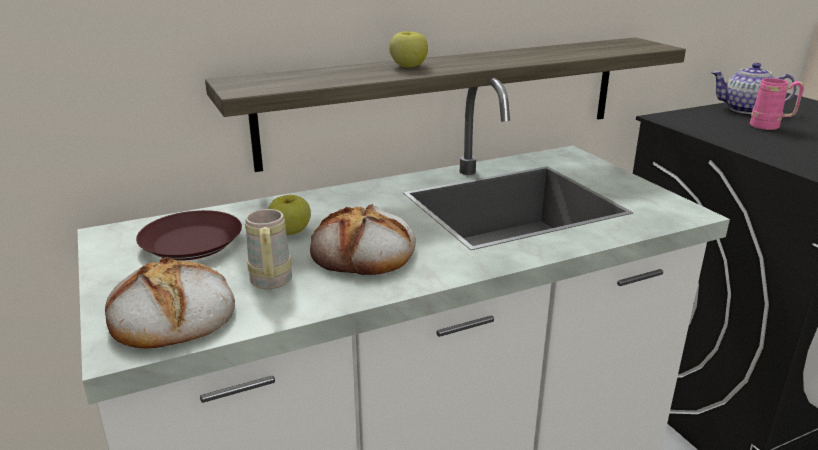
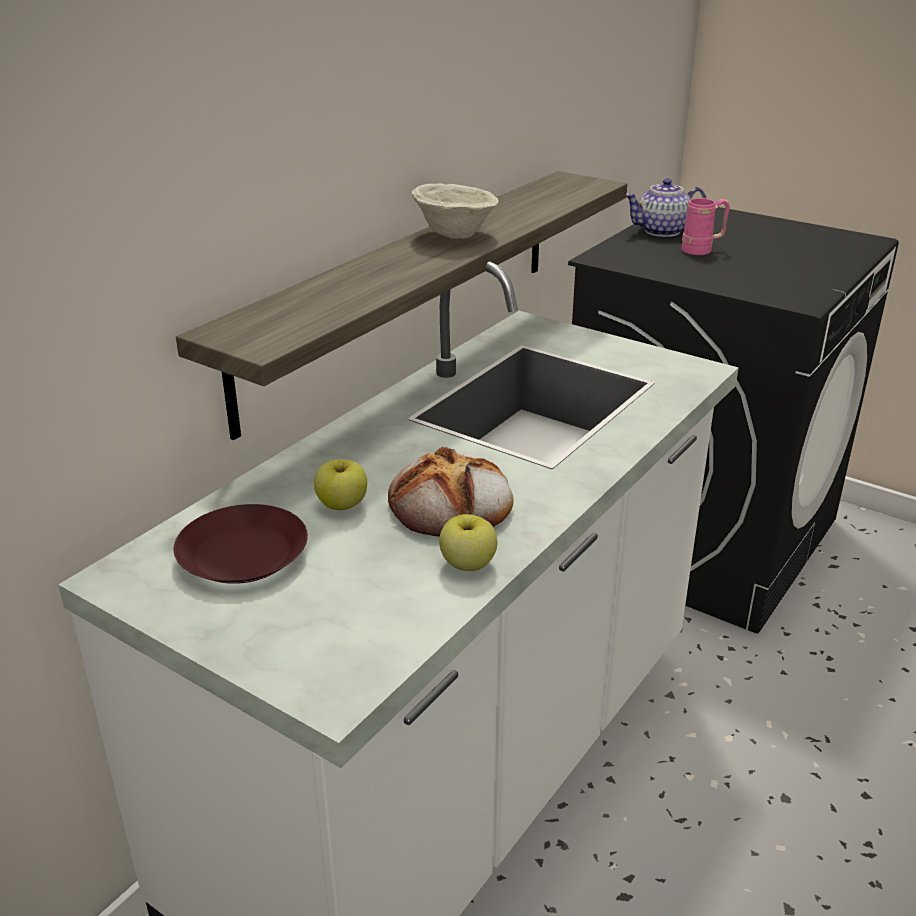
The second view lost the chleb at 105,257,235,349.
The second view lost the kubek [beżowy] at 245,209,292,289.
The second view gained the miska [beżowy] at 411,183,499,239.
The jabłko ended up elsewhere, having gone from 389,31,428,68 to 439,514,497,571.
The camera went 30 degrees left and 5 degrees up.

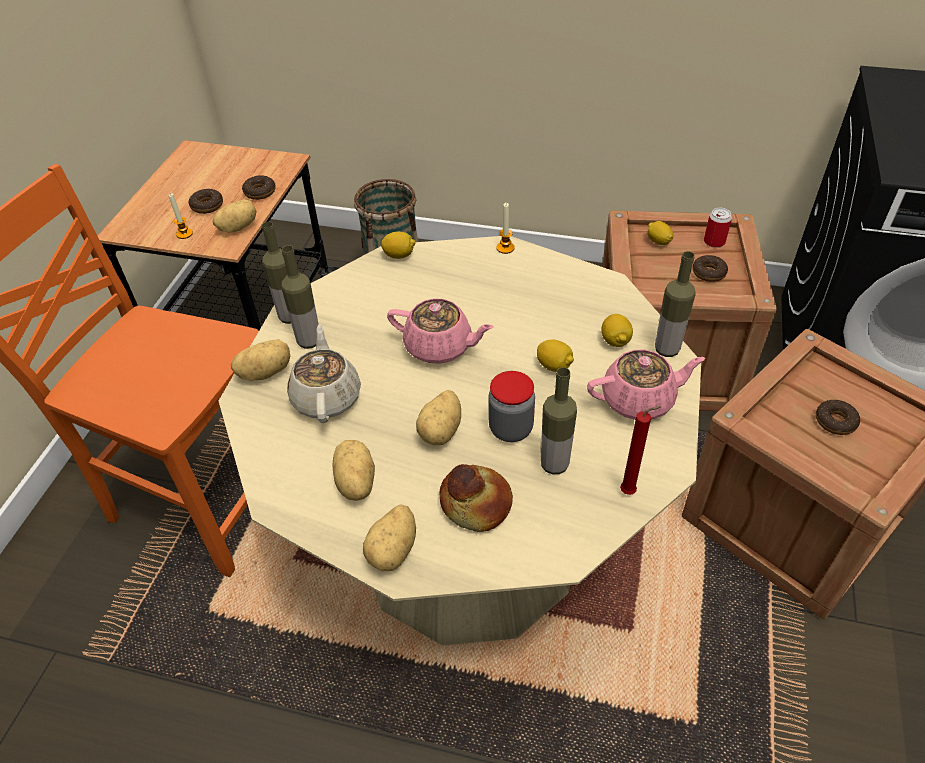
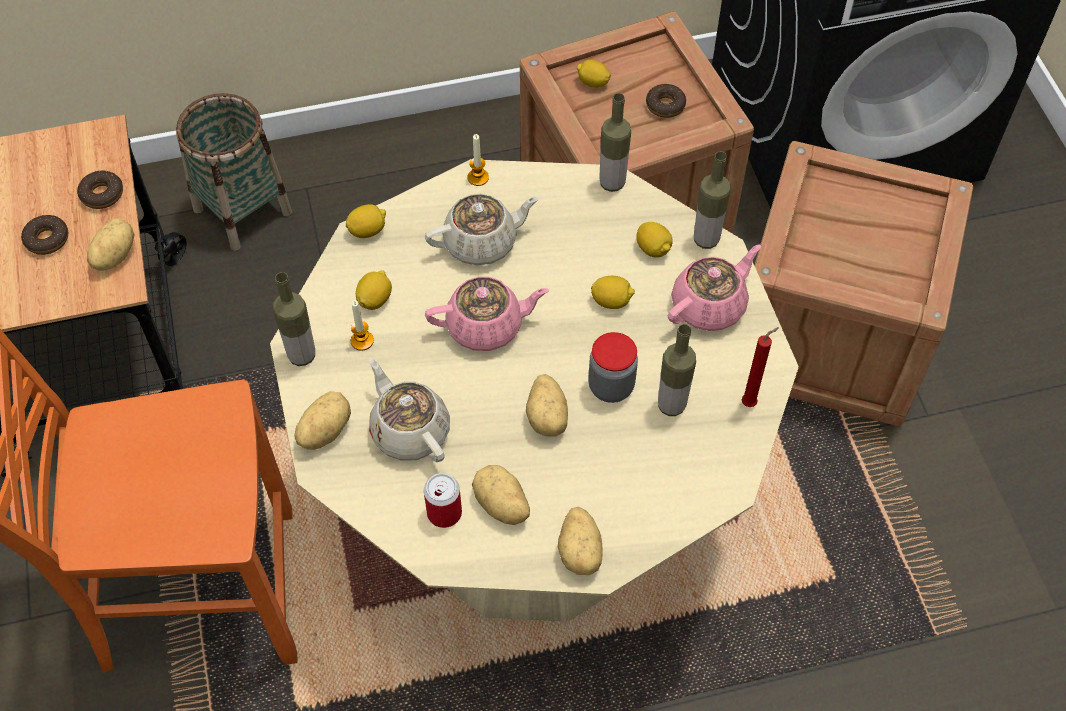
The second view lost the chleb at 440,464,513,532.
The second view lost the donut at 816,400,860,435.
The second view gained the cytryna at 356,270,392,310.
The second view gained the imbryk [beżowy] at 425,194,539,265.
The świeca ended up elsewhere, having gone from 169,193,193,239 to 351,300,374,351.
The butelka ended up elsewhere, having gone from 282,245,319,349 to 599,93,631,192.
The puszka ended up elsewhere, having gone from 704,208,732,248 to 424,473,462,528.
The camera went 30 degrees left and 10 degrees up.

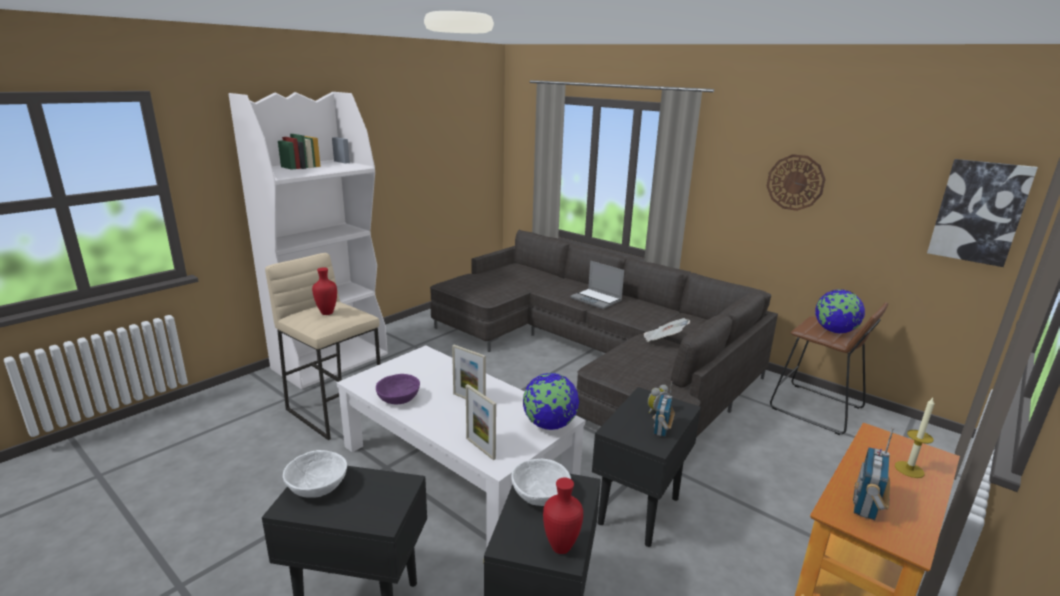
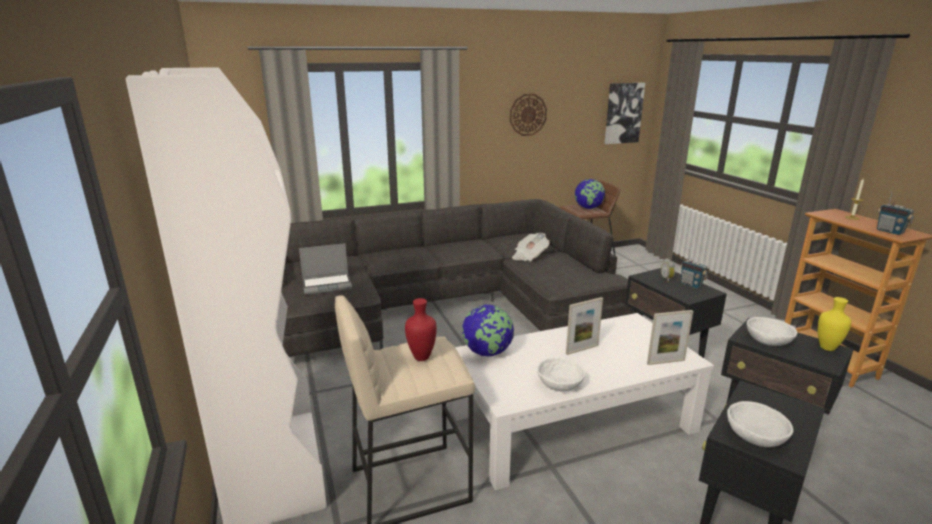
The globus ended up elsewhere, having gone from 523,372,579,430 to 462,304,514,356.
The laptop ended up elsewhere, having gone from 570,260,624,309 to 299,243,352,295.
What was the miska [fioletowy] at 376,374,420,404 turned into the miska [biały] at 537,356,585,392.
What was the wazon [czerwony] at 543,477,583,554 turned into the wazon [żółty] at 818,297,851,351.
The camera went 60 degrees left and 0 degrees up.

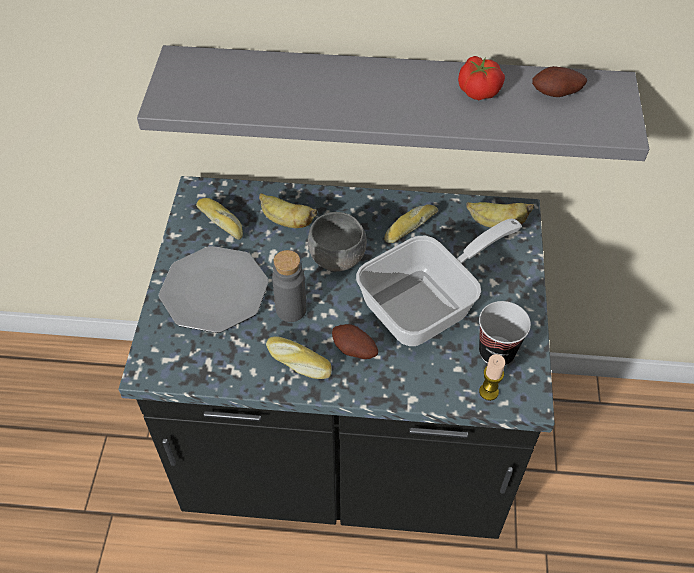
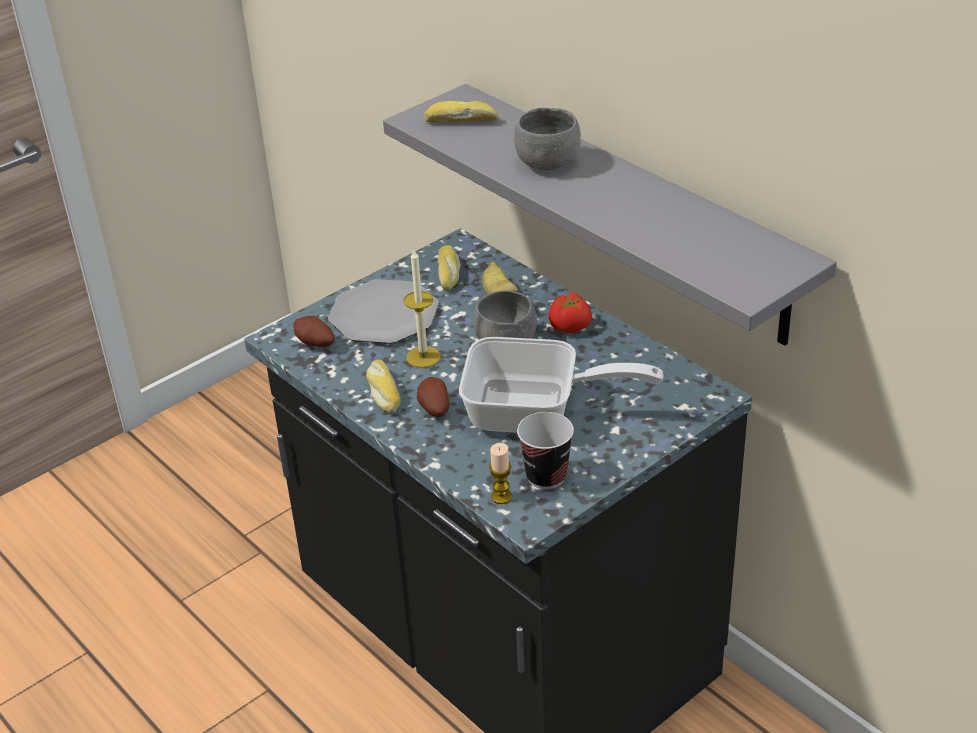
The second view lost the banan at 466,202,534,228.
The second view gained the miska [szary] at 514,108,581,170.
The chleb ended up elsewhere, having gone from 384,204,438,243 to 424,101,498,123.
The pomidor ended up elsewhere, having gone from 458,56,505,100 to 548,293,592,333.
The ziemniak ended up elsewhere, having gone from 532,66,587,97 to 293,316,335,347.
Where the butelka [szary] stood at 272,250,307,322, the świeca came to stand at 404,250,441,368.
The camera went 45 degrees right and 15 degrees down.

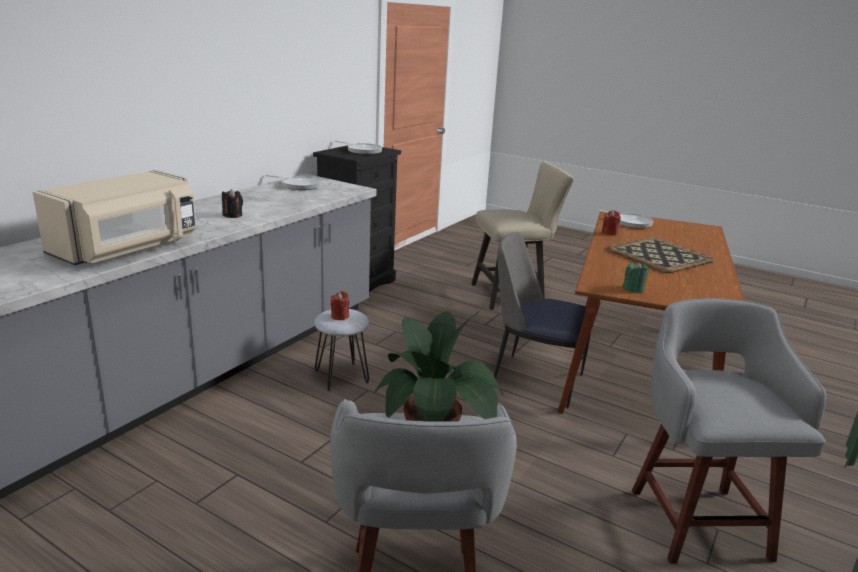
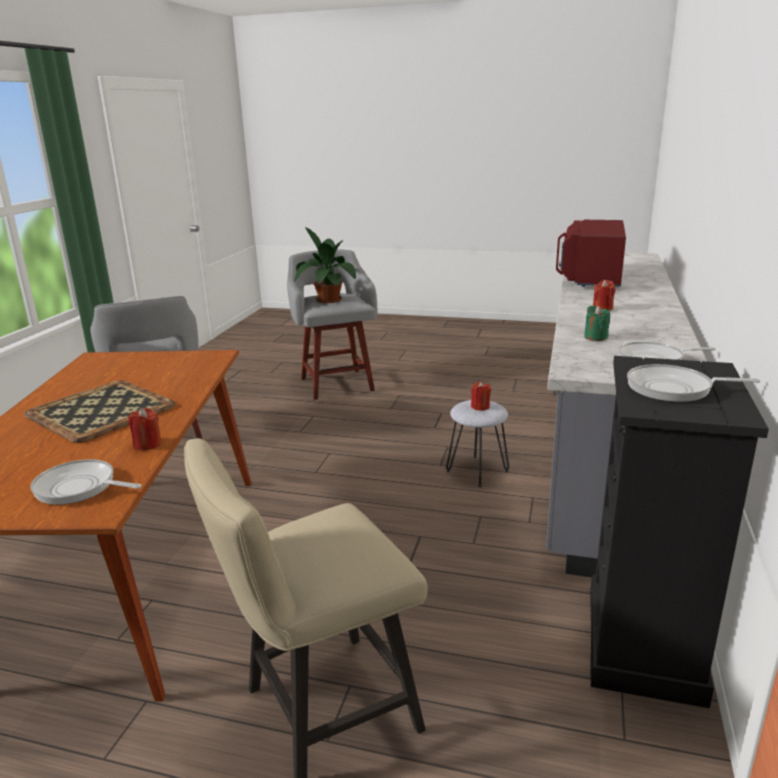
The second view lost the krzesło at 491,232,591,408.
The świeca [zielony] ended up elsewhere, having gone from 623,262,649,293 to 584,305,610,341.
What was the mikrofalówka [beżowy] at 33,170,196,265 turned into the mikrofalówka [czerwony] at 556,220,626,287.
What was the świeca [czarny] at 222,189,243,218 turned into the świeca [czerwony] at 593,280,616,311.
The camera went 165 degrees right and 0 degrees up.

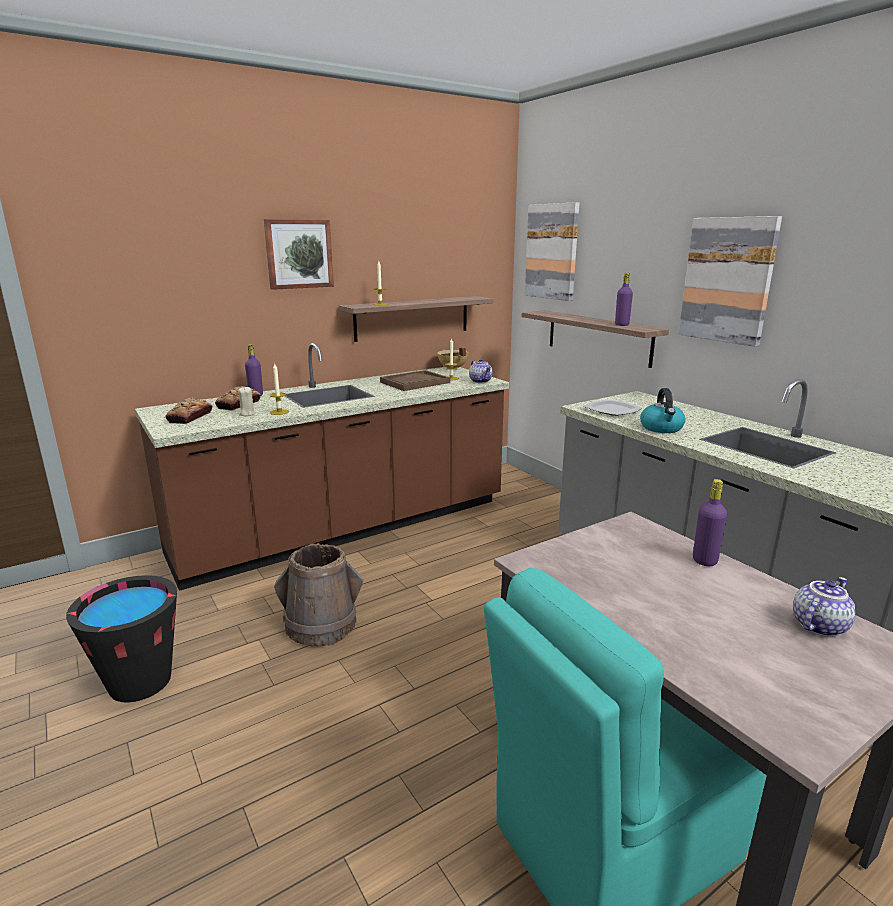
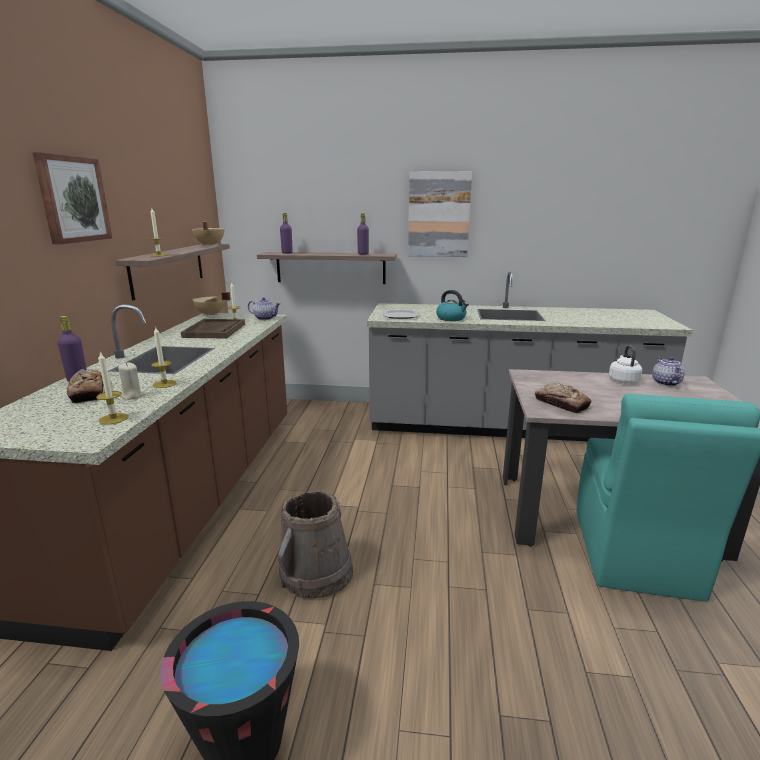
The second view lost the obraz at 525,202,579,301.
The second view gained the świeca at 96,352,128,425.
The second view gained the garnek [beżowy] at 192,222,224,246.
The second view gained the czajnik [biały] at 609,345,642,384.
The chleb ended up elsewhere, having gone from 165,397,212,424 to 535,383,592,413.
The butelka [fioletowy] ended up elsewhere, having gone from 693,479,727,566 to 280,213,293,254.
The camera went 50 degrees left and 0 degrees up.

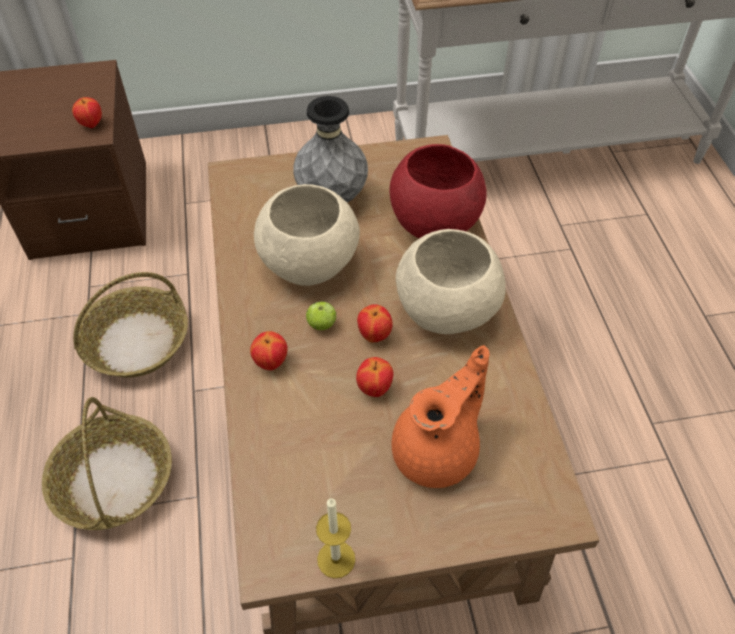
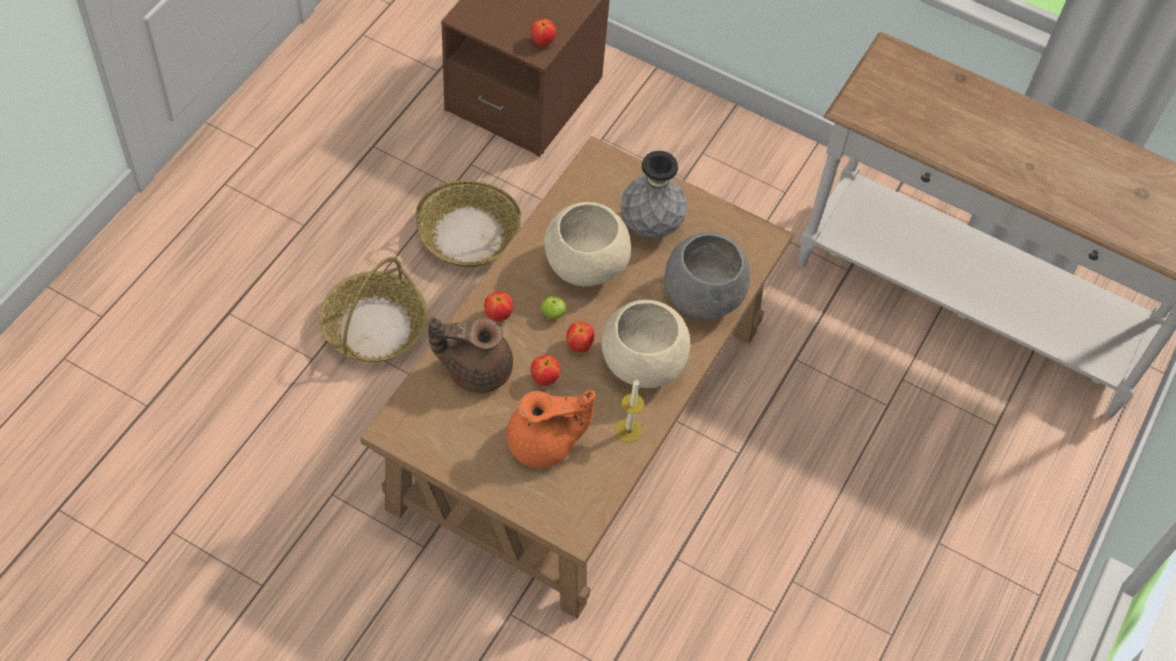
The second view gained the imbryk [brązowy] at 428,317,513,393.
The świeca ended up elsewhere, having gone from 316,498,355,579 to 615,379,645,443.
What was the miska [czerwony] at 389,144,487,238 turned into the miska [szary] at 664,232,750,319.
The camera went 35 degrees right and 5 degrees up.

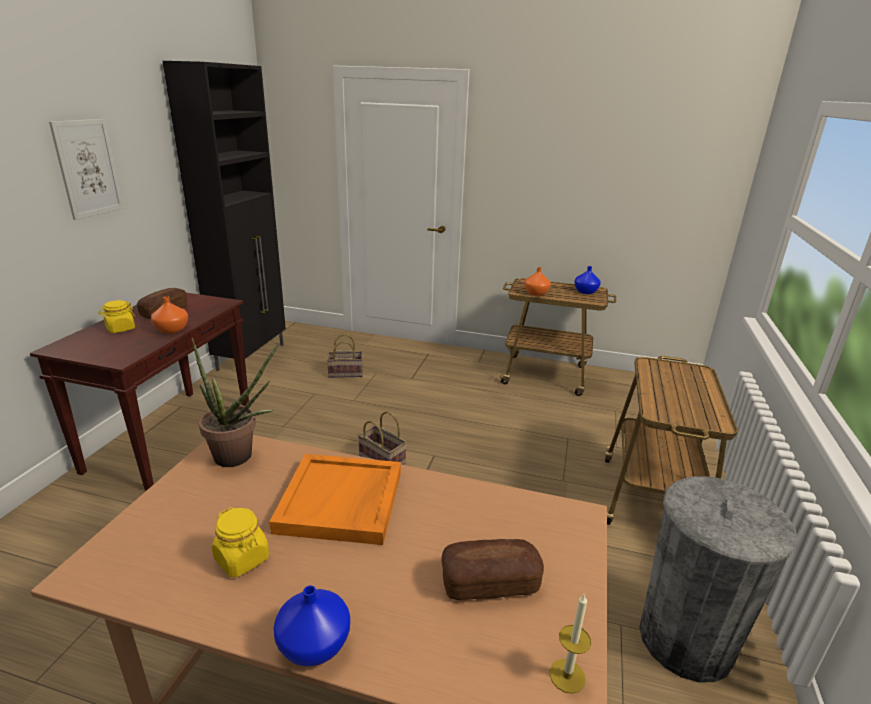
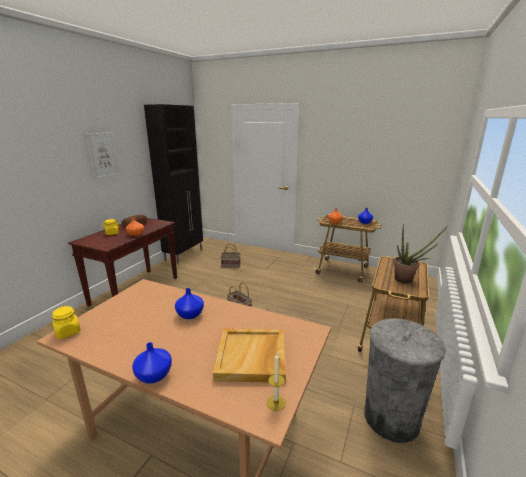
The roślina doniczkowa ended up elsewhere, having gone from 192,338,279,467 to 393,224,447,283.
The słoik [żółty] ended up elsewhere, having gone from 212,507,269,577 to 52,306,81,339.
Where the taca [pomarańczowy] stood at 269,454,401,545, the wazon [niebieski] came to stand at 175,288,204,319.
Where the chleb stood at 441,539,544,600, the taca [beżowy] came to stand at 213,328,286,383.
The camera went 10 degrees right and 5 degrees down.

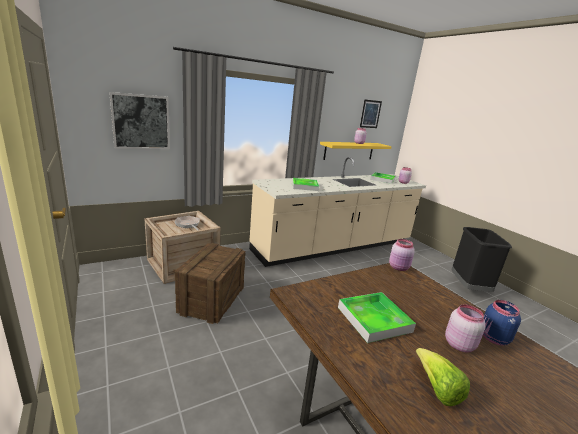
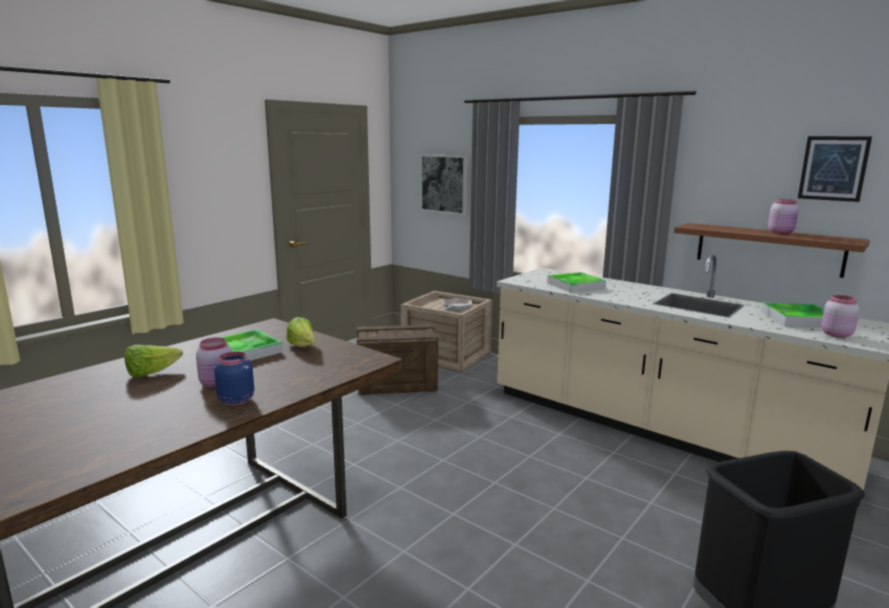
The second view lost the słoik [różowy] at 389,239,415,271.
The second view gained the sałata at 286,317,316,347.
What was the półka [żółty] at 320,142,392,160 turned into the półka [brązowy] at 674,223,870,278.
The camera went 70 degrees right and 5 degrees down.

